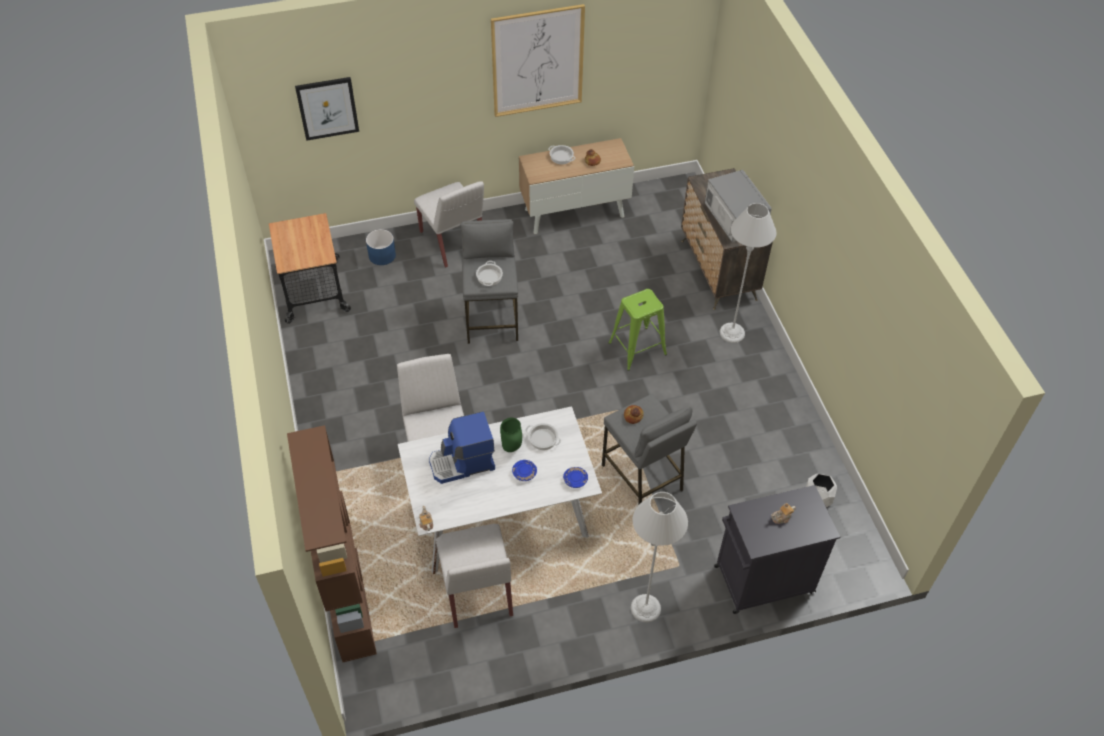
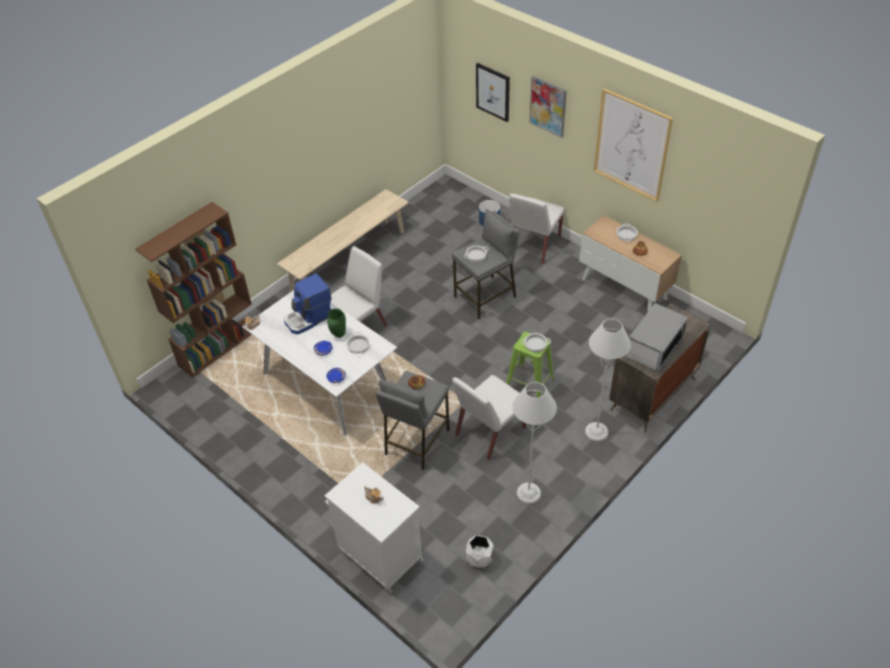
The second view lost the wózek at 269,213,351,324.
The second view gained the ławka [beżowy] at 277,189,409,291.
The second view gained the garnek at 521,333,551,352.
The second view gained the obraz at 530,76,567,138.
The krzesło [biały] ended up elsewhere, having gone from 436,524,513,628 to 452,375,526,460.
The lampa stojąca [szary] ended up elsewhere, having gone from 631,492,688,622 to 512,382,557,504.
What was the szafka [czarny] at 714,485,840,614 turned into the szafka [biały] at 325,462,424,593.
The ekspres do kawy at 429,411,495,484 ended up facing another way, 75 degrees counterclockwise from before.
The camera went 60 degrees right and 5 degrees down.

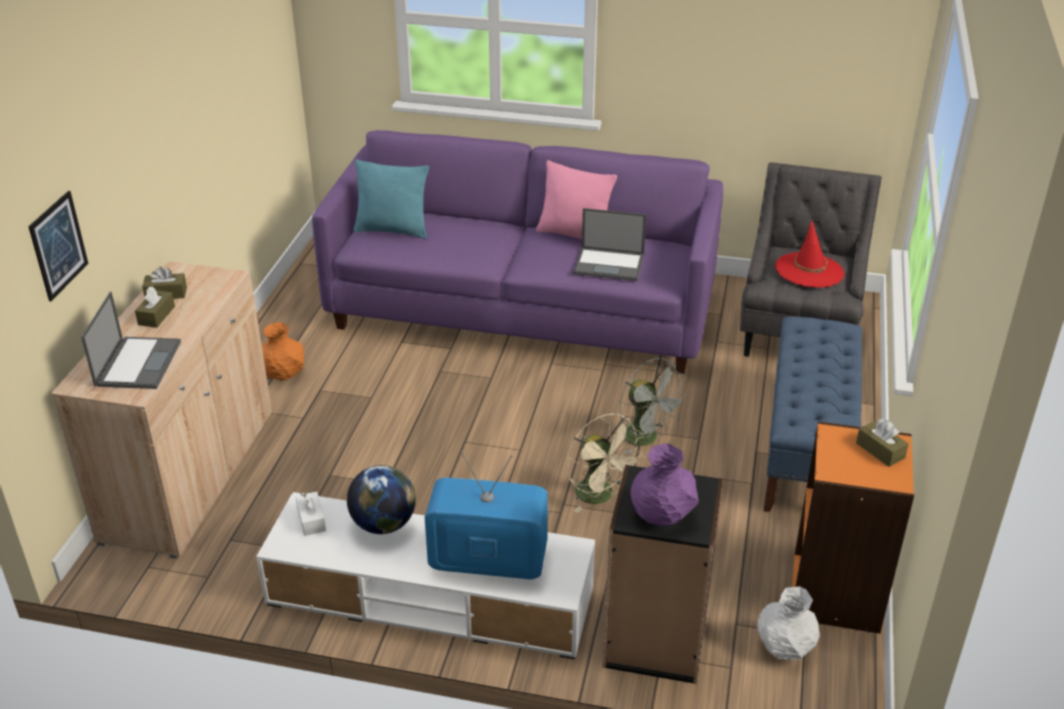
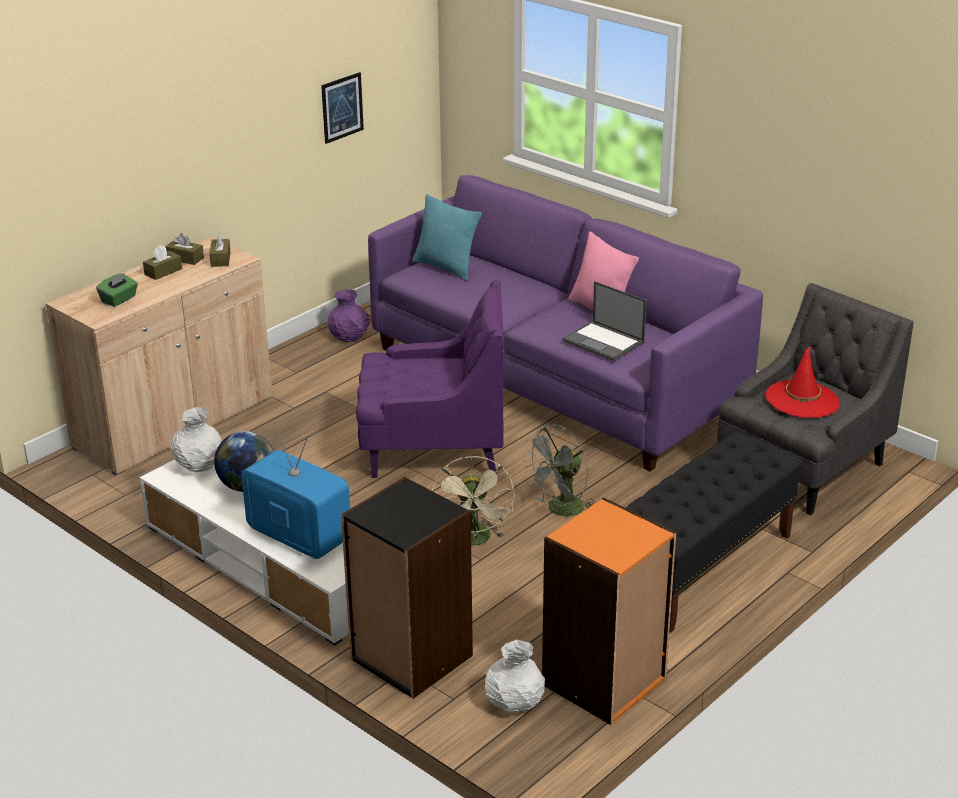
The second view lost the wazon [pomarańczowy] at 262,322,304,381.
The second view gained the fotel [fioletowy] at 356,280,503,478.
The obraz ended up elsewhere, having gone from 28,191,89,301 to 321,72,364,144.
The wazon [fioletowy] ended up elsewhere, having gone from 631,443,699,526 to 328,289,370,342.
The pudełko chusteczek [brązowy] ended up elsewhere, having gone from 856,419,909,467 to 209,233,231,267.
Where the laptop stood at 81,291,181,389, the pudełko chusteczek [zielony] came to stand at 96,273,138,307.
Where the pudełko chusteczek [biały] stood at 295,491,326,536, the wazon [biały] came to stand at 171,407,222,472.
What was the ławka [niebieski] at 763,317,862,512 turned into the ławka [czarny] at 626,432,803,633.
The wentylator [szary] at 620,358,688,455 ended up facing another way, 60 degrees clockwise from before.
The camera went 30 degrees right and 5 degrees down.

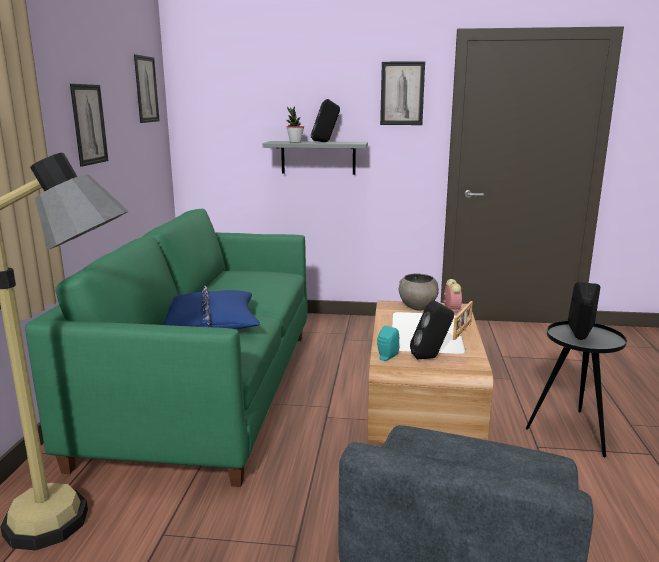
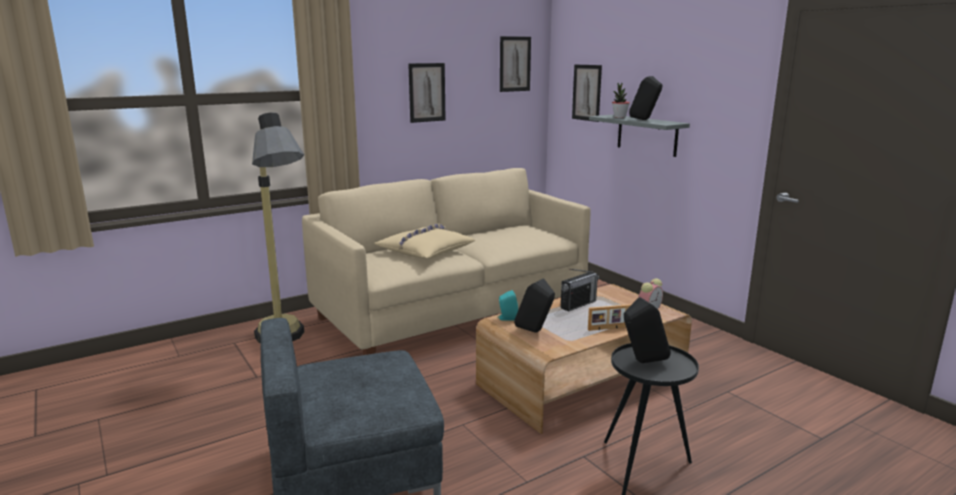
The second view lost the miska [szary] at 399,273,439,310.
The second view gained the radio at 561,269,599,312.
The obraz ended up elsewhere, having gone from 380,61,425,125 to 572,65,602,122.
What was the kanapa [zielony] at 25,209,308,487 turned into the kanapa [beżowy] at 302,168,591,355.
What was the poduszka [niebieski] at 162,285,260,329 turned into the poduszka [beżowy] at 374,223,475,259.
The camera went 50 degrees right and 0 degrees up.

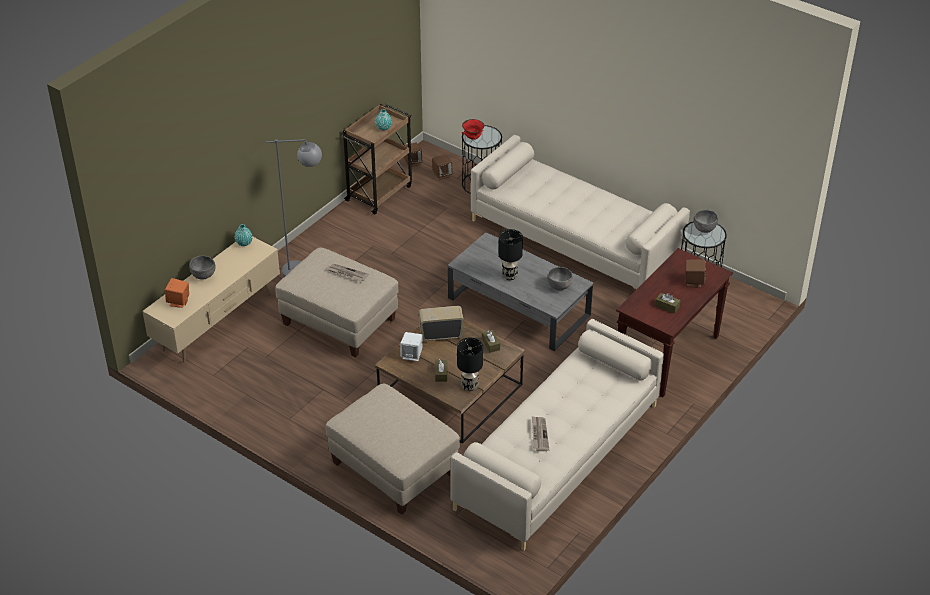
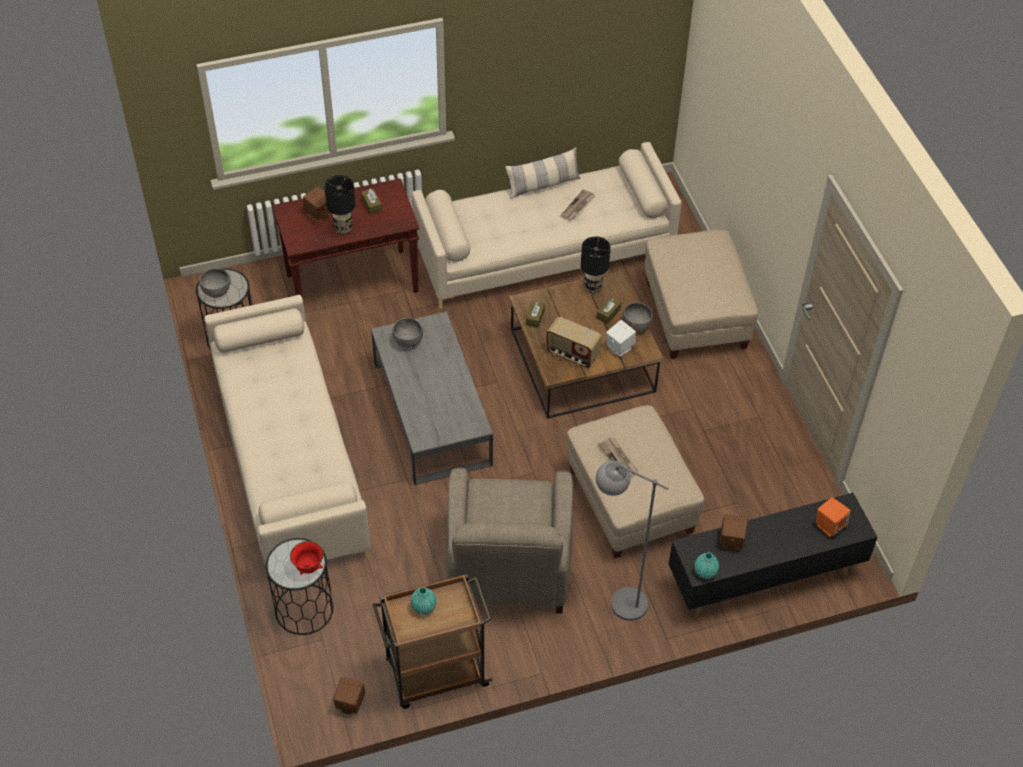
The second view gained the fotel [beżowy] at 446,467,573,614.
The second view gained the poduszka at 505,147,581,199.
The miska [szary] ended up elsewhere, having gone from 189,256,216,280 to 623,302,653,332.
The głośnik [brązowy] ended up elsewhere, having gone from 432,155,453,180 to 720,514,748,551.
The lampa stołowa [czarny] ended up elsewhere, having gone from 498,229,523,280 to 324,175,355,234.
What was the szafka pod telewizor [beżowy] at 142,237,280,363 turned into the szafka pod telewizor [czarny] at 669,493,878,617.
The camera went 145 degrees left and 10 degrees up.

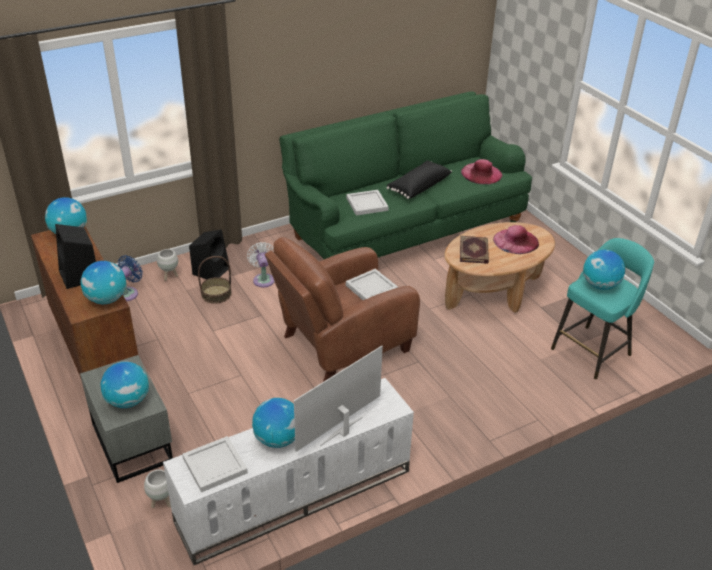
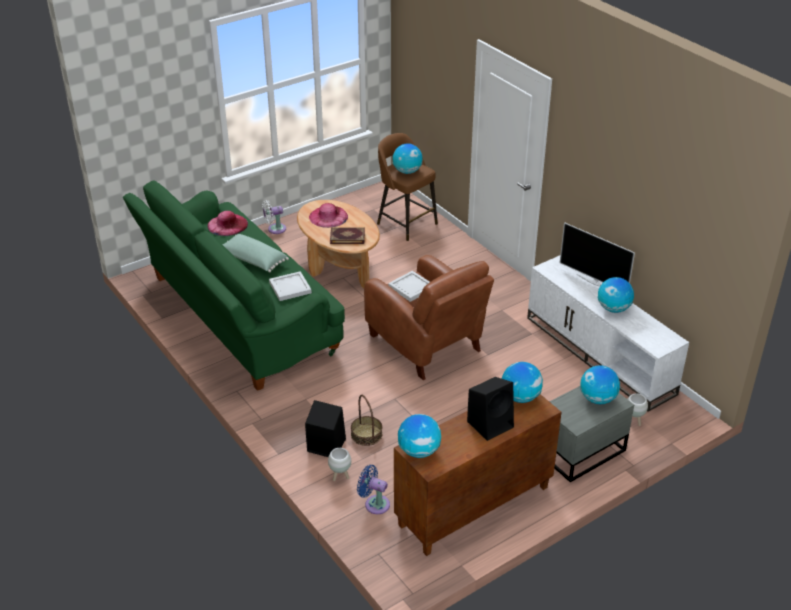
The second view lost the taca [biały] at 182,436,248,493.
The wentylator [biały] ended up elsewhere, having gone from 247,242,275,287 to 262,200,286,234.
What was the poduszka [czarny] at 386,160,452,199 turned into the poduszka [zielony] at 222,234,289,272.
What was the stołek [turkusowy] at 551,238,654,379 turned into the stołek [brązowy] at 377,133,438,241.
The camera went 95 degrees left and 0 degrees up.

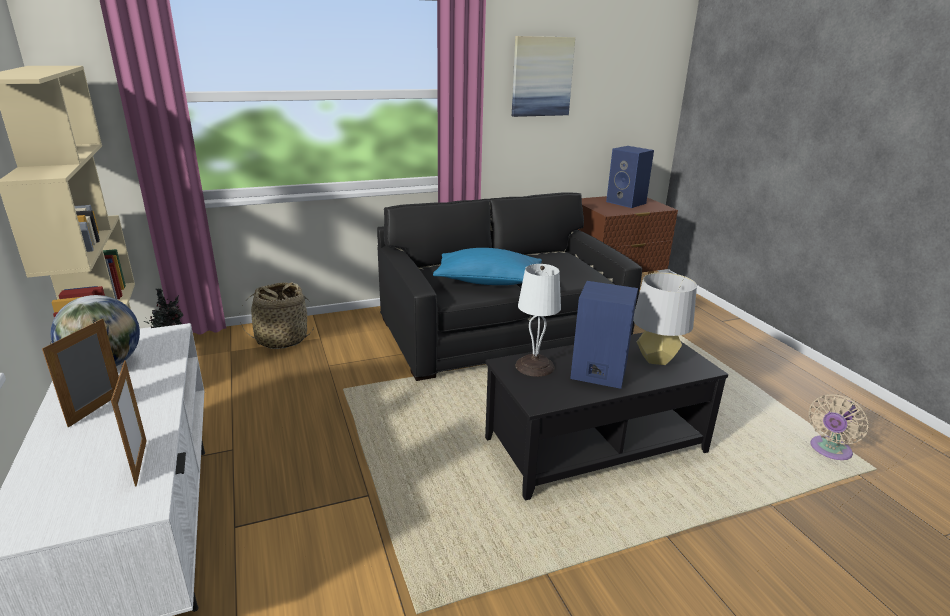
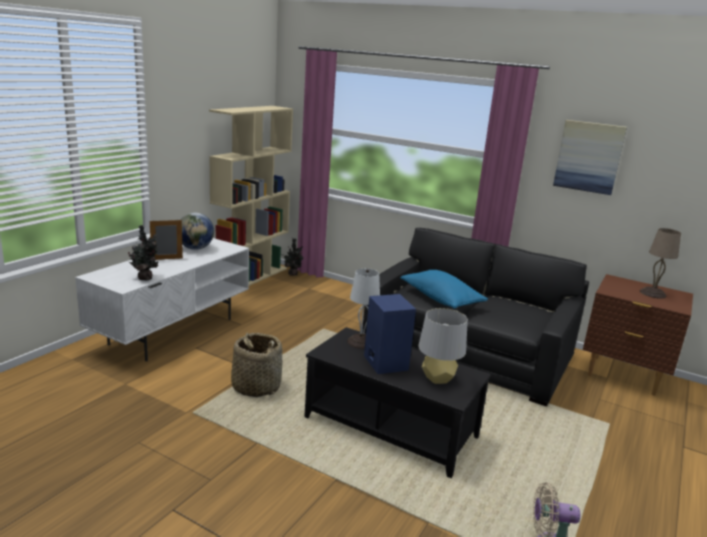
The koszyk ended up elsewhere, having gone from 240,282,314,349 to 231,333,282,397.
Where the ramka na zdjęcie stood at 111,360,147,487, the roślina doniczkowa came to stand at 128,225,158,281.
Where the głośnik [niebieski] stood at 606,146,654,208, the lampa stołowa [beżowy] came to stand at 640,228,681,299.
The camera went 50 degrees right and 5 degrees down.

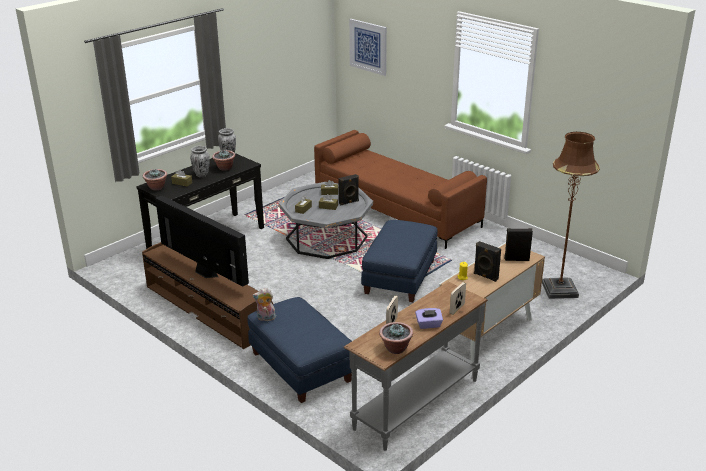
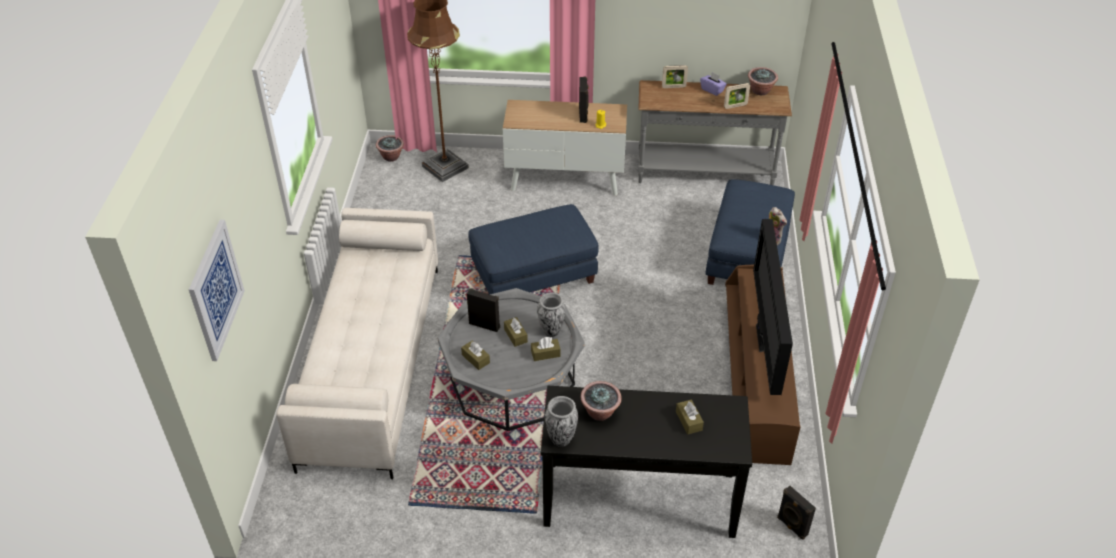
The roślina doniczkowa ended up elsewhere, having gone from 143,169,167,190 to 376,135,404,162.
The wazon ended up elsewhere, having gone from 190,146,210,177 to 537,292,565,337.
The głośnik [czarny] ended up elsewhere, having gone from 504,228,533,261 to 777,486,816,540.
What was the kanapa [brązowy] at 314,130,487,249 turned into the kanapa [biały] at 277,208,438,479.
The camera went 130 degrees left and 15 degrees up.

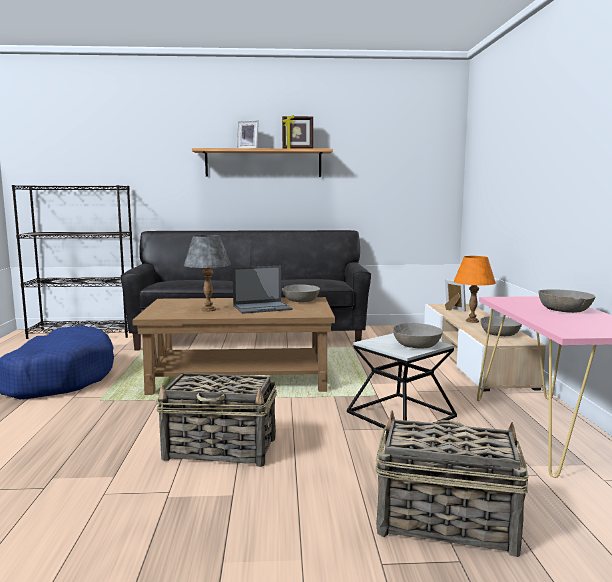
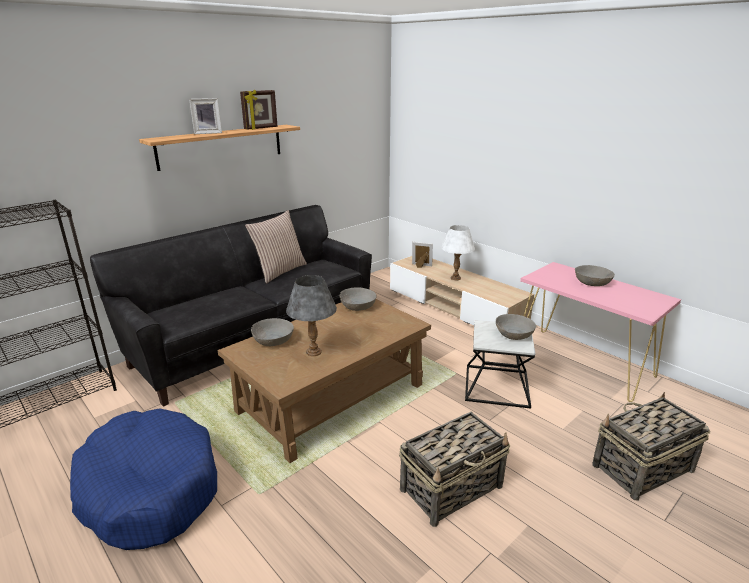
The second view lost the laptop at 232,266,292,314.
The second view gained the poduszka at 245,210,307,284.
The miska [szary] ended up elsewhere, having gone from 480,316,522,336 to 251,318,294,346.
What was the lampa stołowa [pomarańczowy] at 454,256,496,323 turned into the lampa stołowa [biały] at 441,225,475,280.
The camera went 40 degrees left and 15 degrees up.

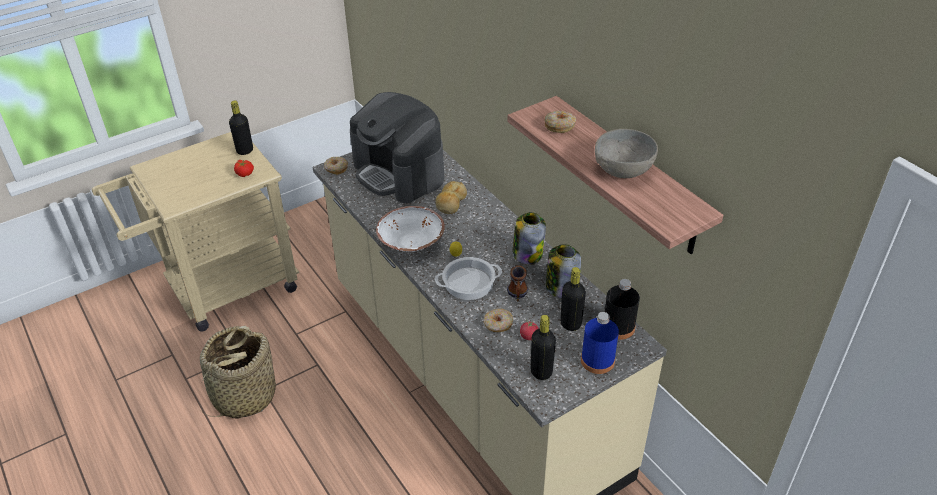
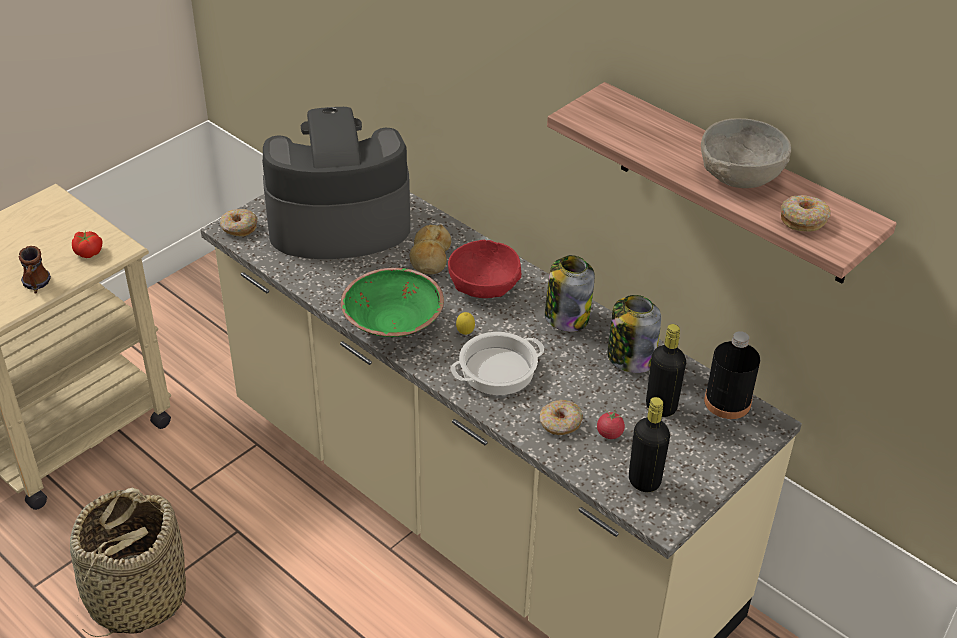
The second view lost the butelka [czarny] at 229,101,253,155.
The second view lost the butelka [niebieski] at 581,312,619,374.
The second view gained the miska [czerwony] at 448,240,521,298.
The kubek ended up elsewhere, having gone from 507,265,528,302 to 18,246,51,293.
The donut ended up elsewhere, having gone from 544,111,576,133 to 781,195,831,232.
What was the miska [biały] at 376,206,445,252 turned into the miska [zielony] at 341,268,444,337.
The ekspres do kawy at 350,92,444,203 ended up facing another way, 135 degrees clockwise from before.
The camera went 15 degrees left and 0 degrees up.

